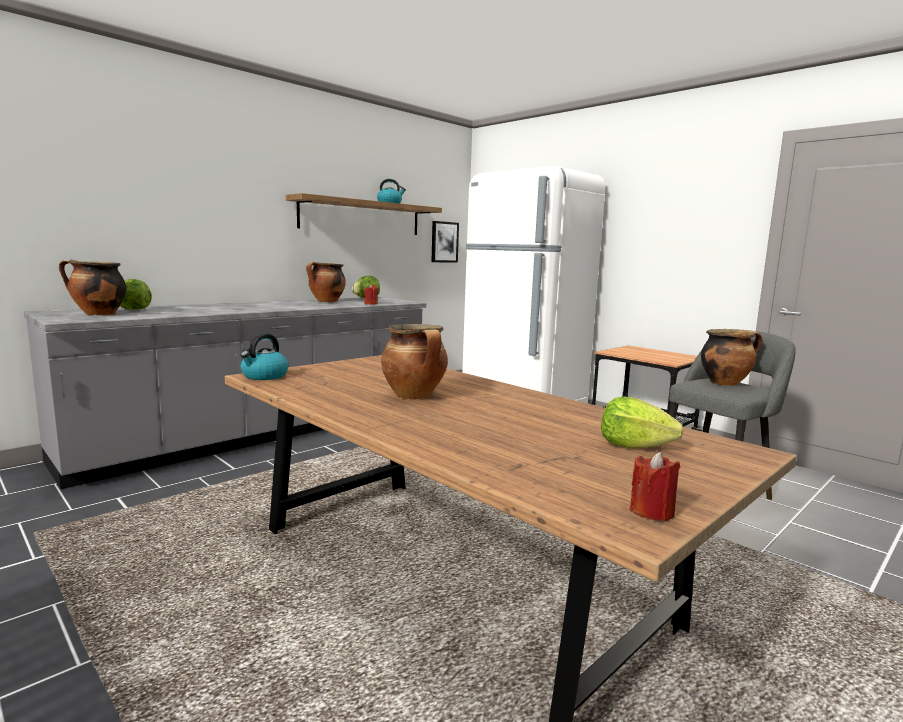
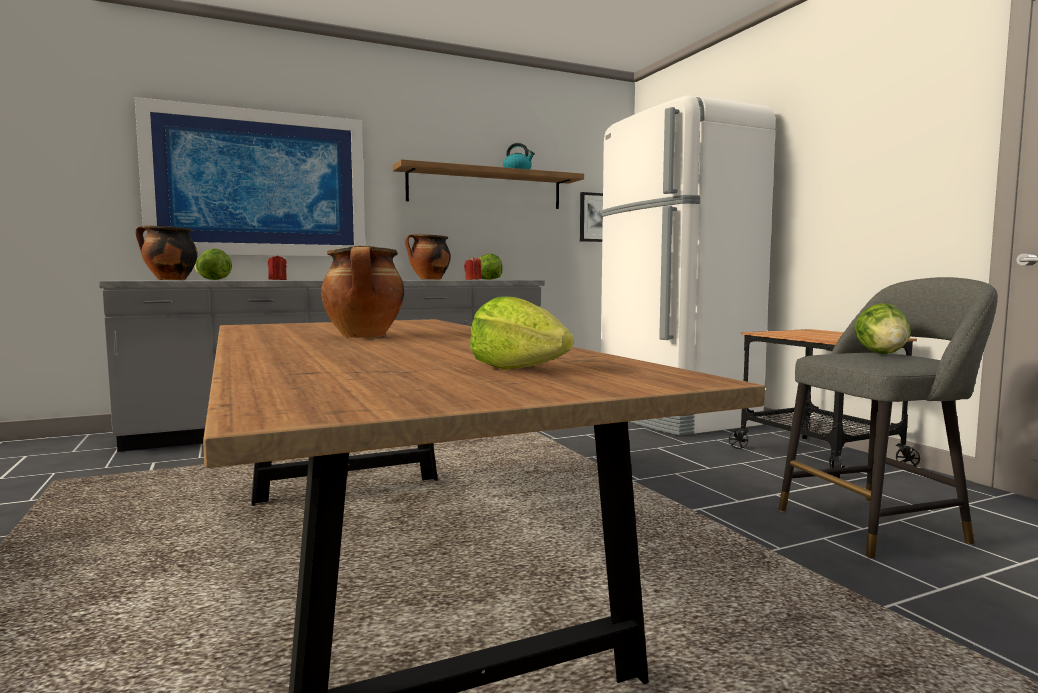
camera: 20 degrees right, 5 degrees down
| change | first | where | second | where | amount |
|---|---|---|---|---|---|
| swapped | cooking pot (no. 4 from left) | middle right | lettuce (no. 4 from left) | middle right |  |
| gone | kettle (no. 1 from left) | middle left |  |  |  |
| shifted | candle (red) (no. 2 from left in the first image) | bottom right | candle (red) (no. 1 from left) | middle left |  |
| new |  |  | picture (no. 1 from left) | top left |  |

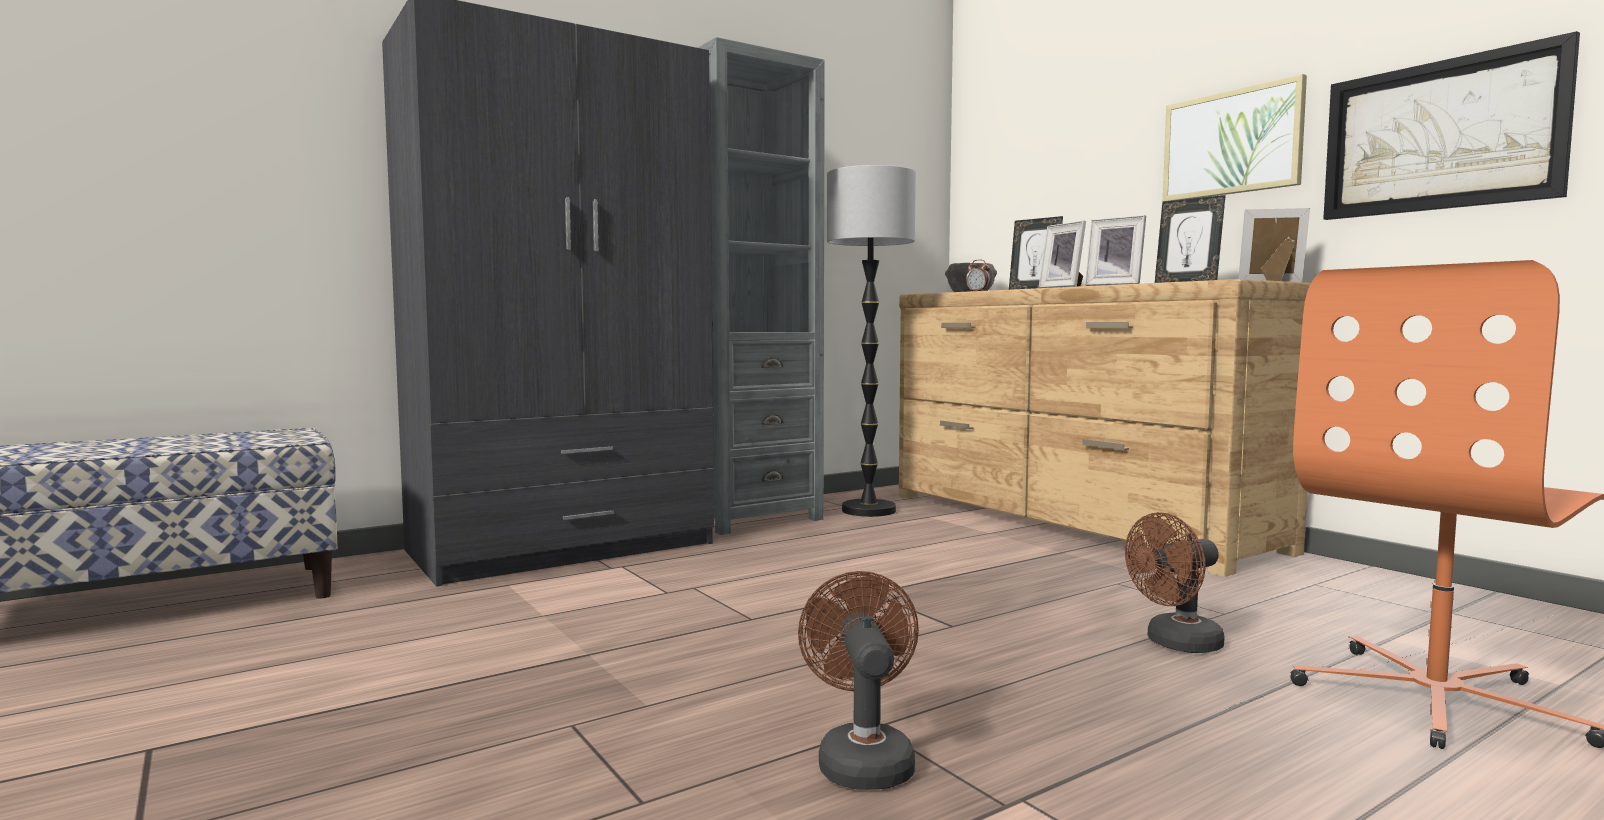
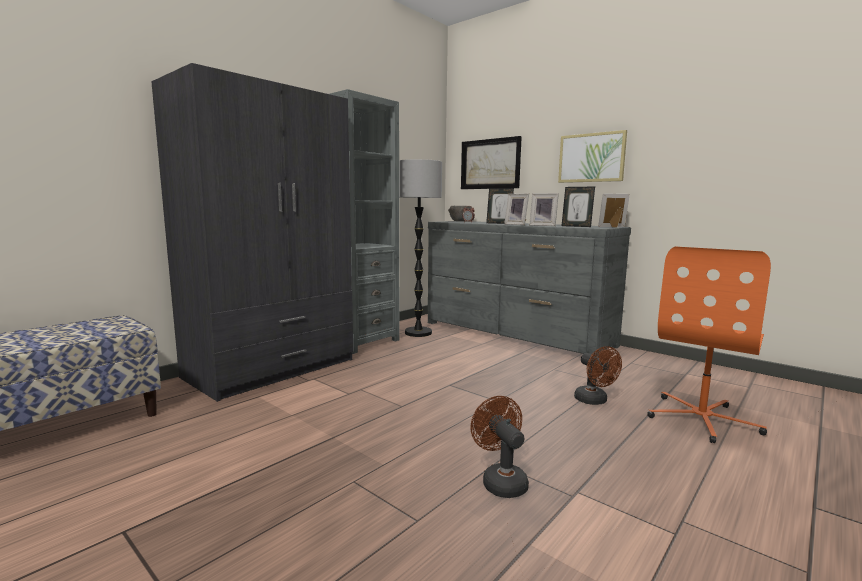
camera: 15 degrees left, 5 degrees up
| change | first | where | second | where | amount |
|---|---|---|---|---|---|
| shifted | picture (no. 2 from left in the first image) | top right | picture (no. 1 from left) | top centre |  |
| repainted | dresser (brown) | middle right | dresser (grey) | centre |  |
| rotated | fan (brown) (no. 2 from left) | bottom right |  | middle right | 75 degrees counterclockwise |

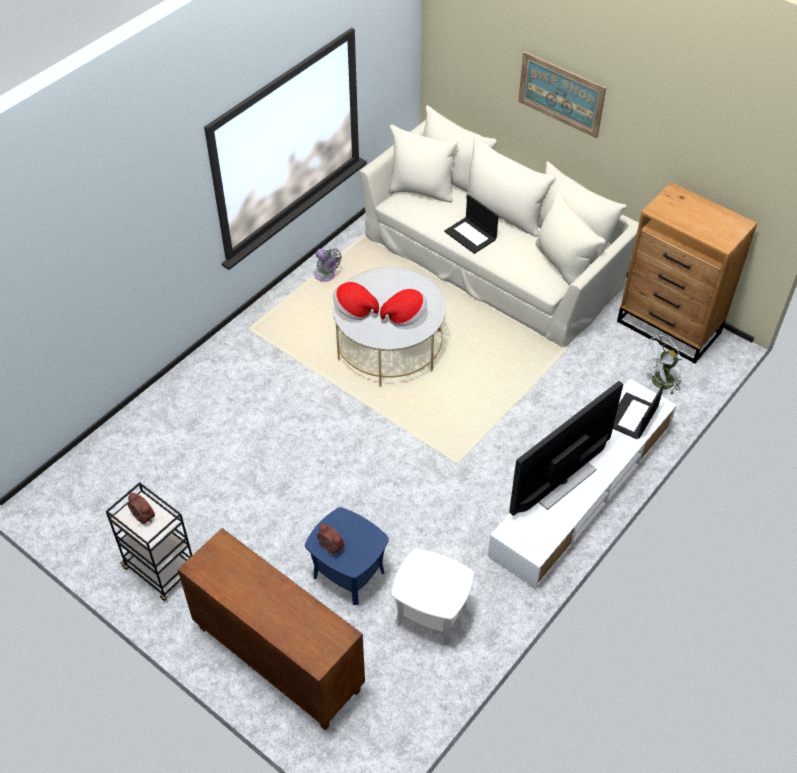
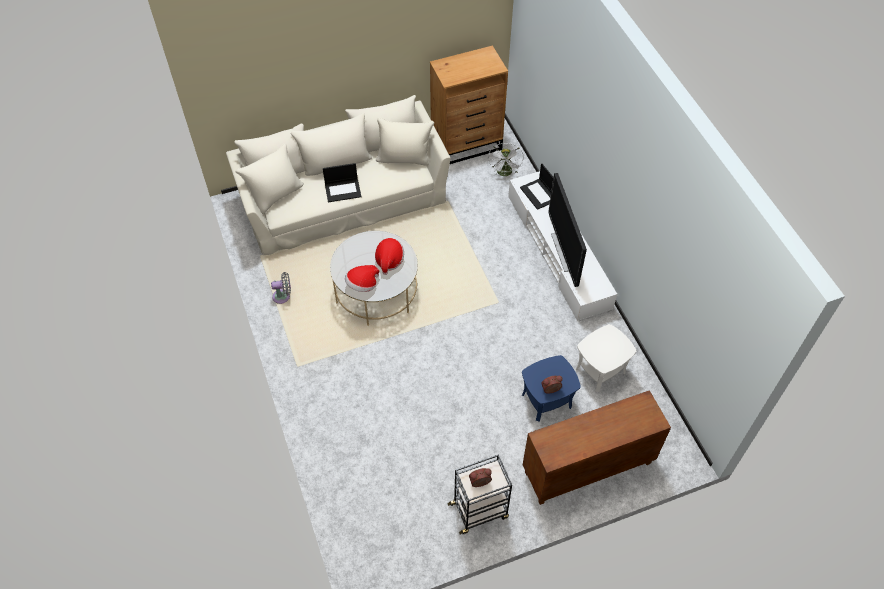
camera: 60 degrees left, 5 degrees up
| change | first | where | second | where | amount |
|---|---|---|---|---|---|
| gone | picture | top right |  |  |  |

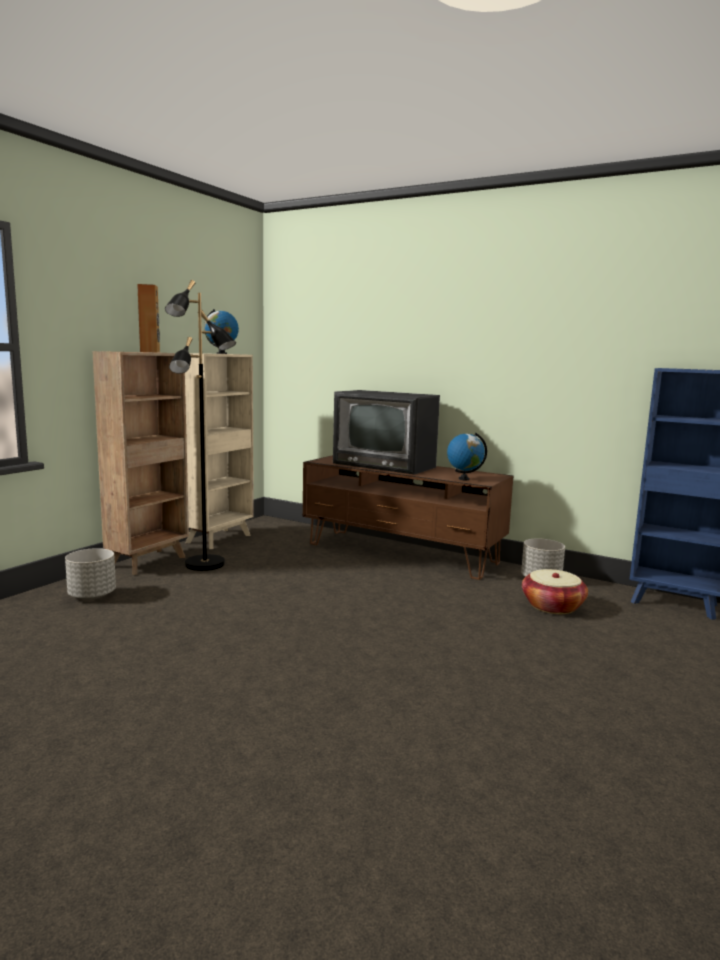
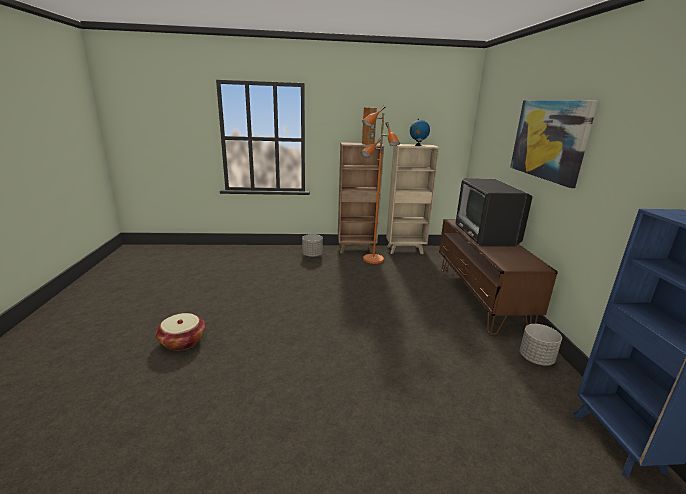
camera: 55 degrees right, 10 degrees up
| change | first | where | second | where | amount |
|---|---|---|---|---|---|
| repainted | floor lamp (black) | middle left | floor lamp (orange) | centre |  |
| gone | globe (no. 2 from left) | centre |  |  |  |
| shifted | basket | middle right |  | bottom left |  |
| new |  |  | picture | top right |  |

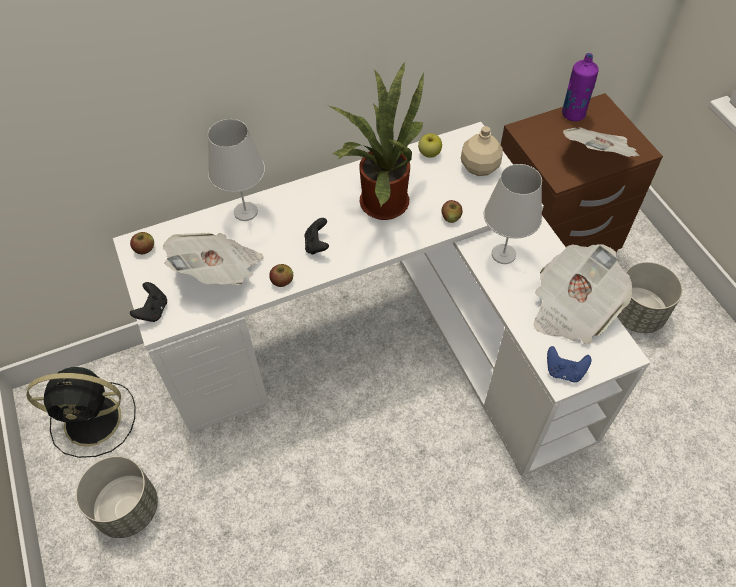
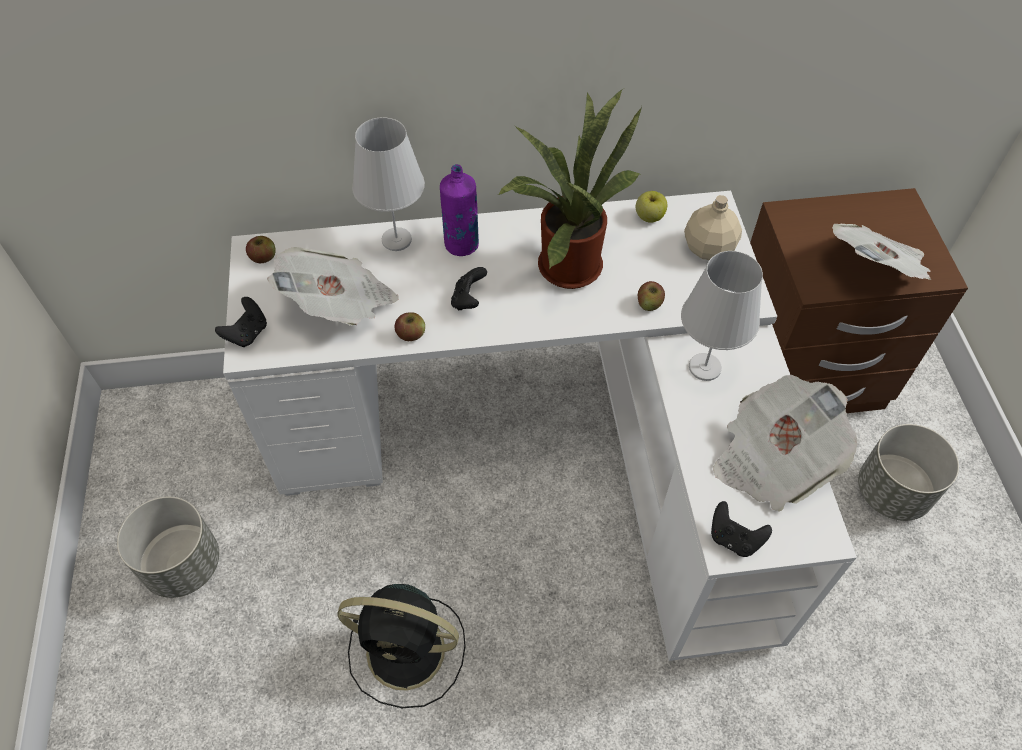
camera: 15 degrees right, 0 degrees up
| change | first | where | second | where | amount |
|---|---|---|---|---|---|
| shifted | bottle (purple) | top right |  | top centre |  |
| repainted | game controller (blue) | middle right | game controller (black) (no. 3 from left) | bottom right |  |
| shifted | fan (black) | bottom left |  | bottom centre |  |

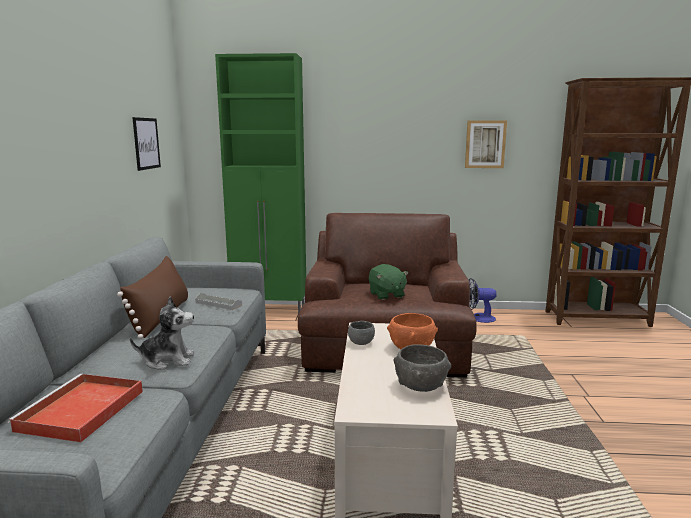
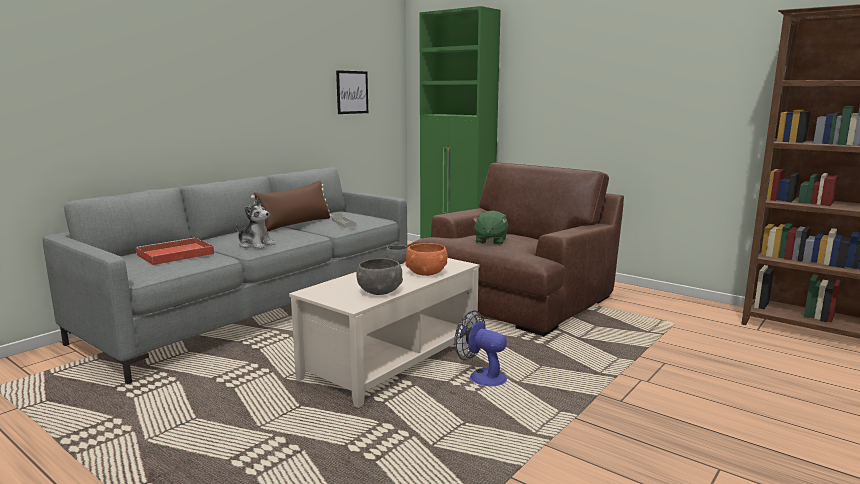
camera: 35 degrees right, 0 degrees up
| change | first | where | second | where | amount |
|---|---|---|---|---|---|
| gone | picture (no. 2 from left) | top right |  |  |  |
| shifted | fan | middle right |  | bottom centre |  |

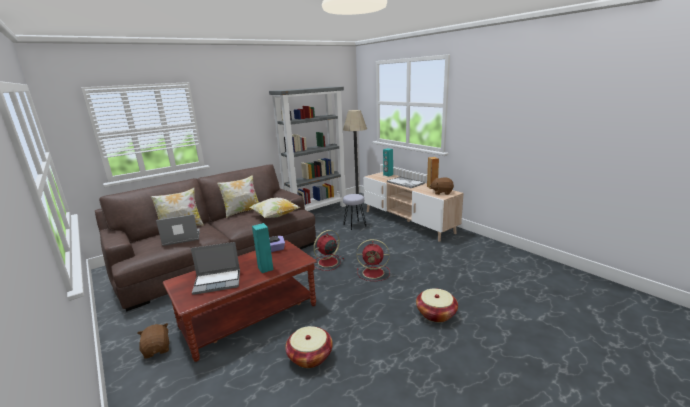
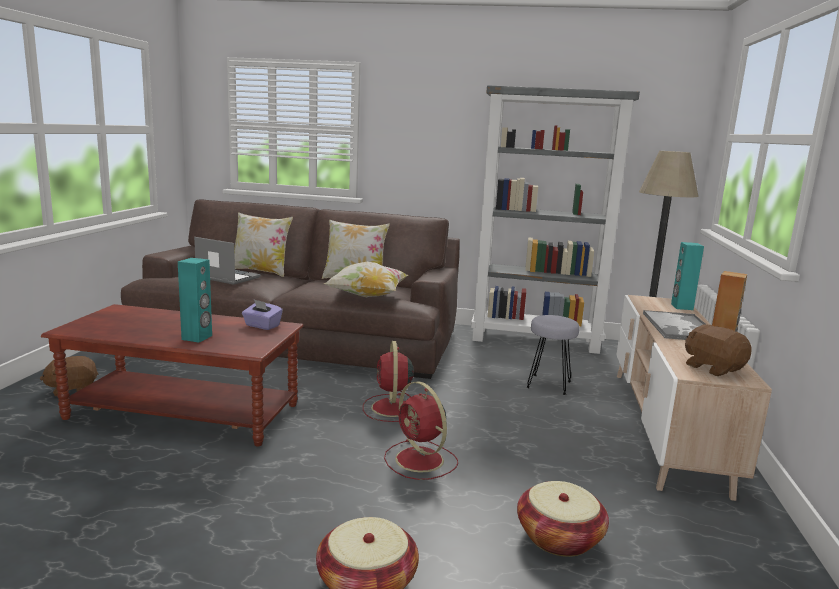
camera: 45 degrees right, 5 degrees down
| change | first | where | second | where | amount |
|---|---|---|---|---|---|
| rotated | fan (red) (no. 1 from left) | centre |  | centre | 105 degrees counterclockwise |
| gone | laptop (no. 2 from left) | middle left |  |  |  |
| rotated | plush toy (brown) (no. 1 from left) | bottom left |  | middle left | 135 degrees counterclockwise |
| shifted | basket (no. 1 from left in the first image) | bottom centre | basket (no. 2 from left) | bottom right |  |

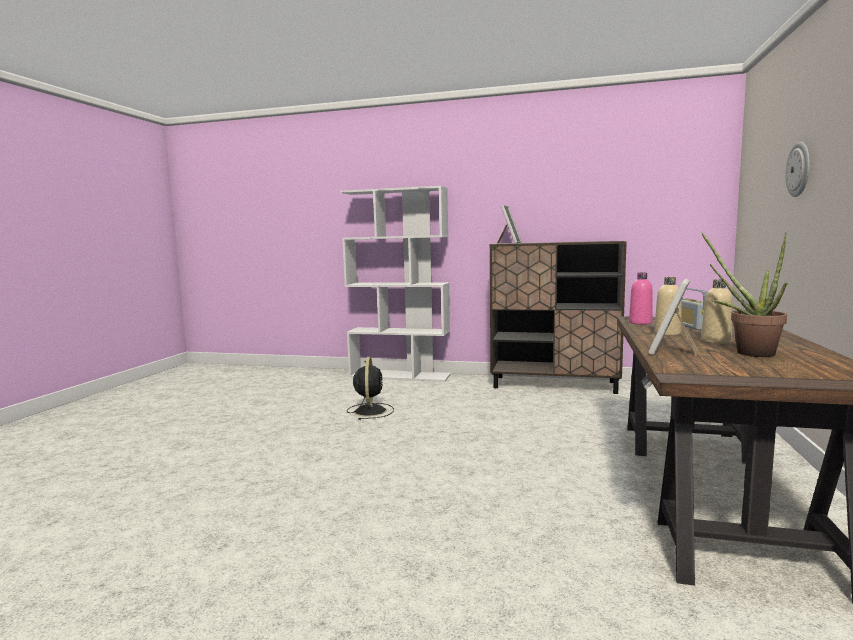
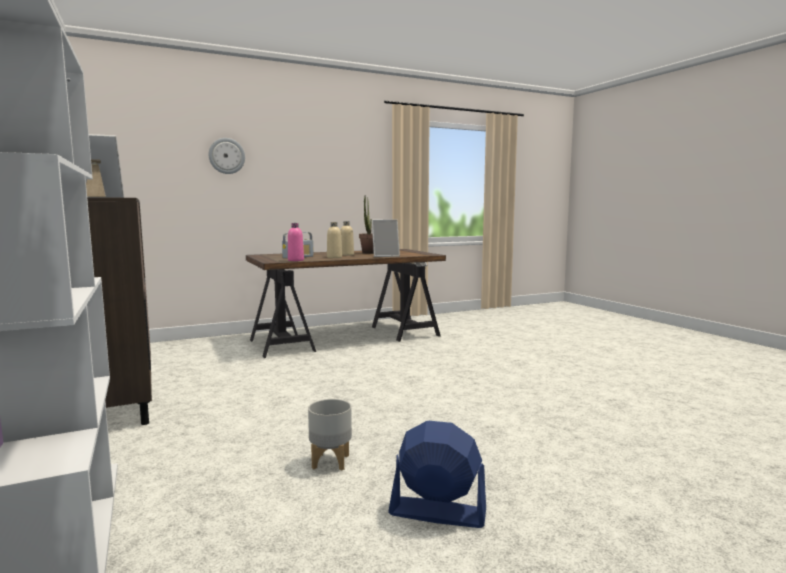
camera: 130 degrees left, 0 degrees up
| change | first | where | second | where | amount |
|---|---|---|---|---|---|
| swapped | fan (black) | centre | planter (grey) | bottom centre |  |
| new |  |  | fan (blue) | bottom centre |  |

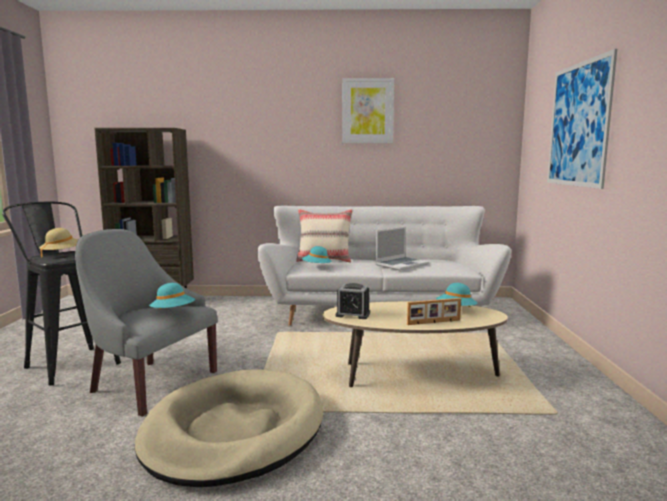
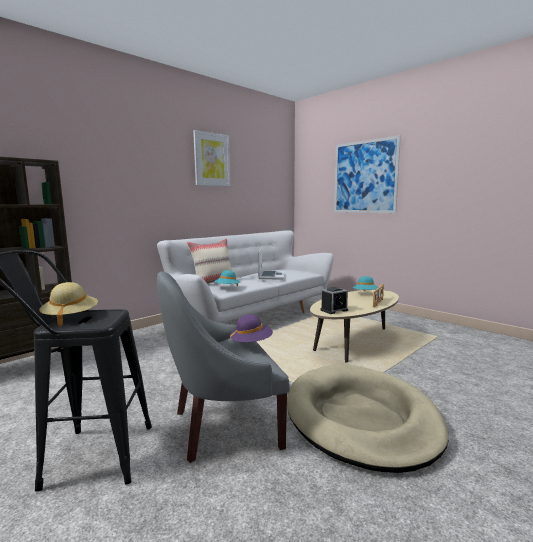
camera: 45 degrees left, 0 degrees up
| change | first | where | second | where | amount |
|---|---|---|---|---|---|
| repainted | hat (turquoise) (no. 1 from left) | middle left | hat (purple) | centre |  |

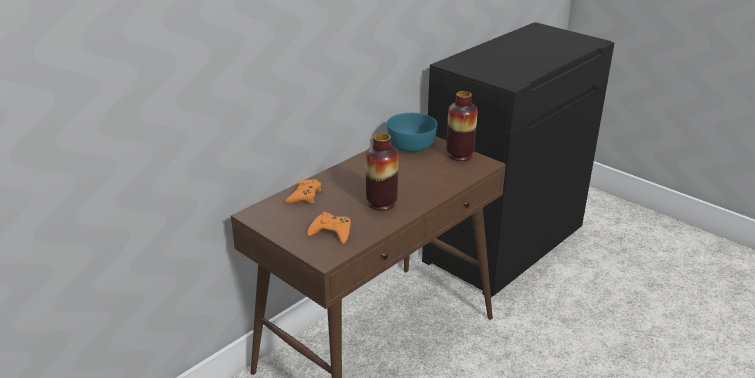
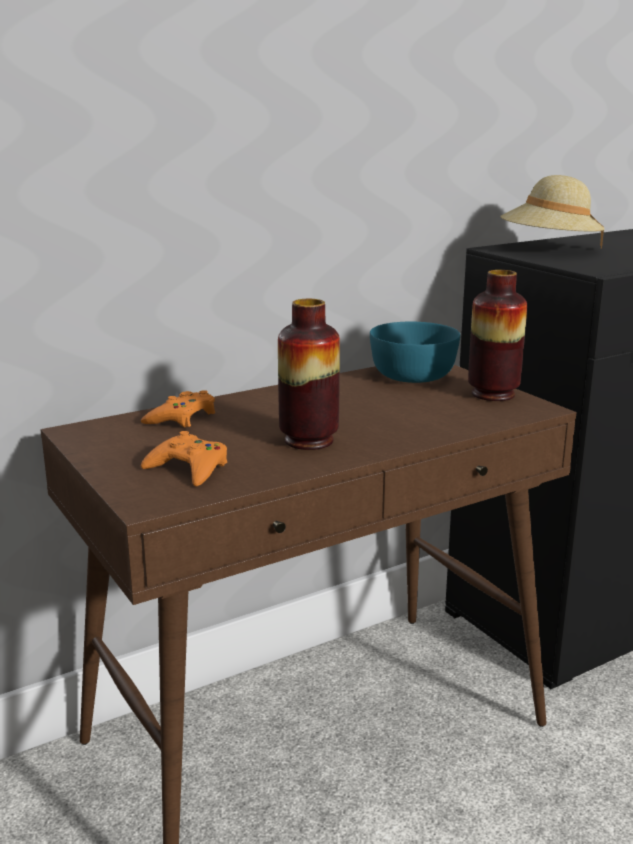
camera: 15 degrees right, 10 degrees down
| change | first | where | second | where | amount |
|---|---|---|---|---|---|
| new |  |  | hat (beige) | top right |  |

